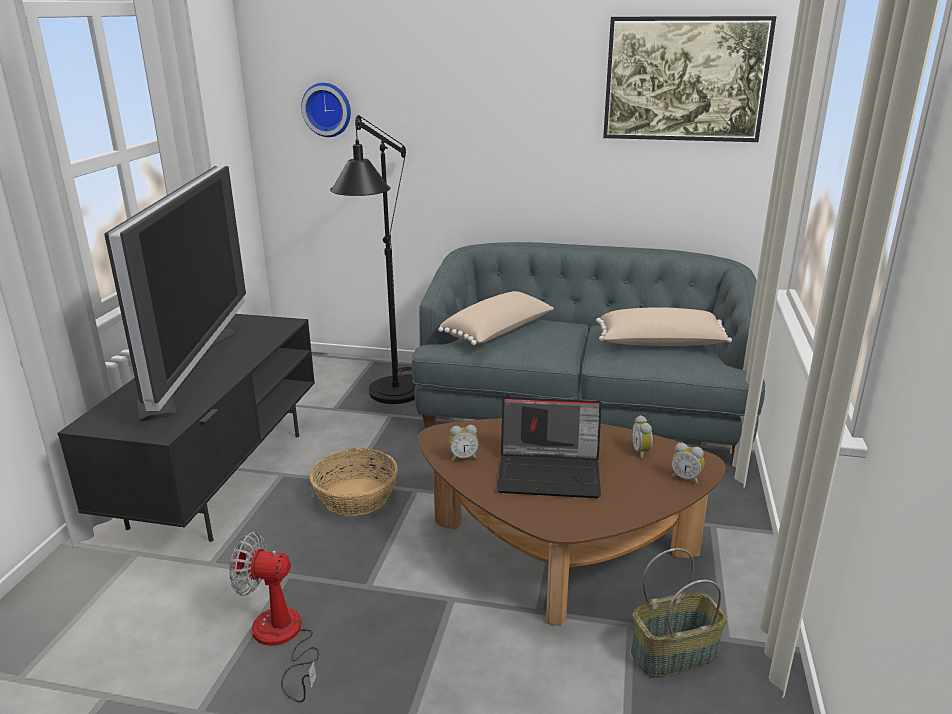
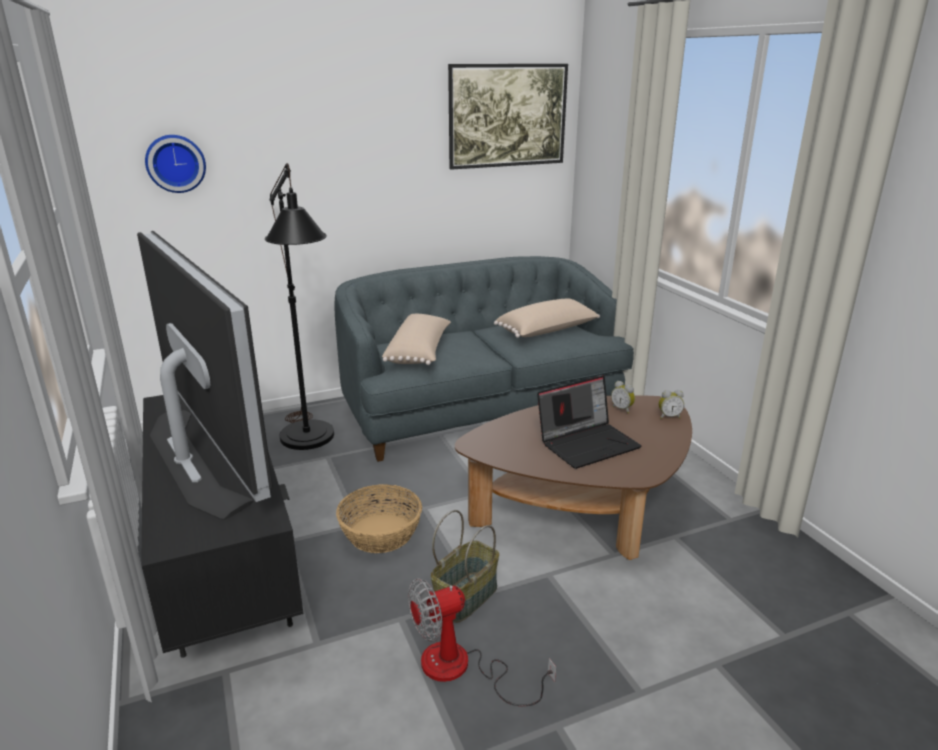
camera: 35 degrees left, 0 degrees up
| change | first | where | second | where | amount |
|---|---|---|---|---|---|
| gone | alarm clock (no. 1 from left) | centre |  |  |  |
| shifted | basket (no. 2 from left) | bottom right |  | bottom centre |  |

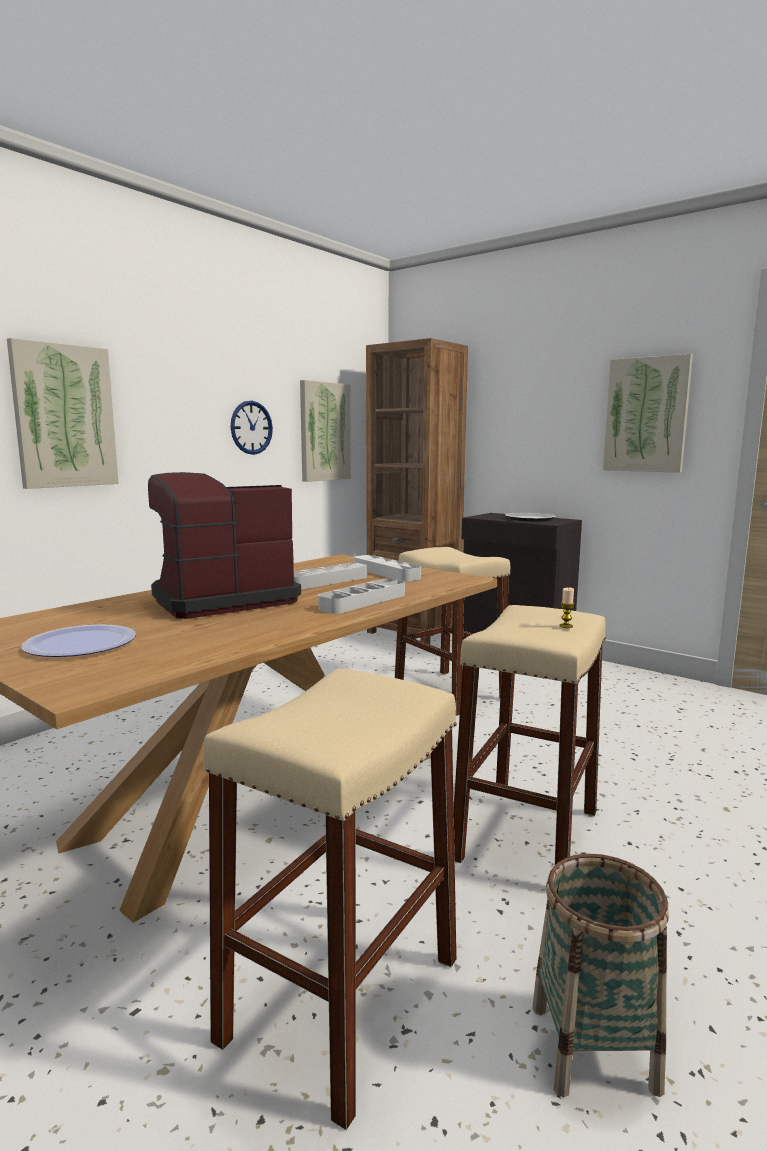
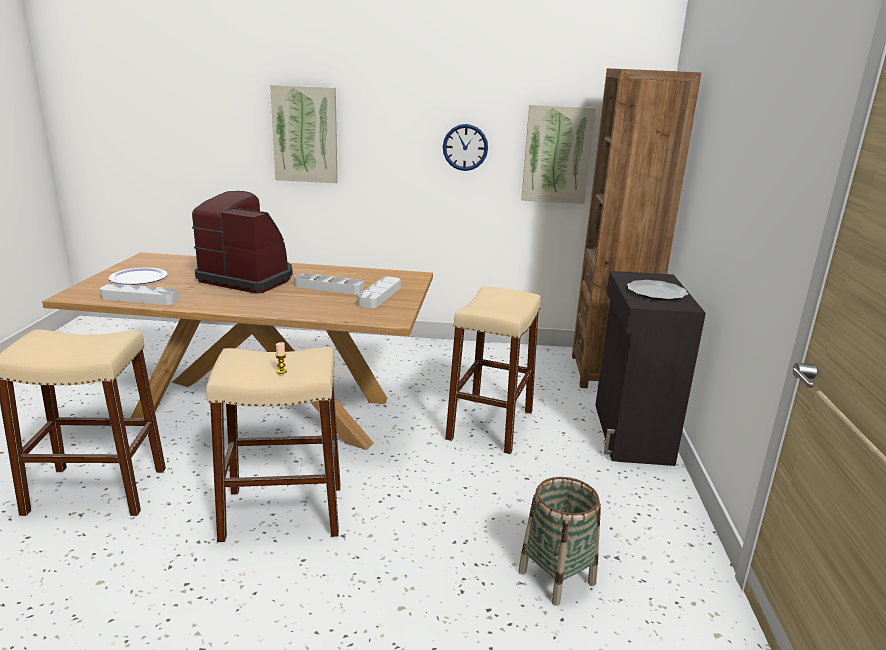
camera: 55 degrees right, 10 degrees up
| change | first | where | second | where | amount |
|---|---|---|---|---|---|
| gone | picture (no. 3 from left) | middle right |  |  |  |
| shifted | tray (grey) (no. 2 from left in the first image) | centre | tray (grey) (no. 1 from left) | middle left |  |
| shifted | basket | bottom right |  | bottom centre |  |

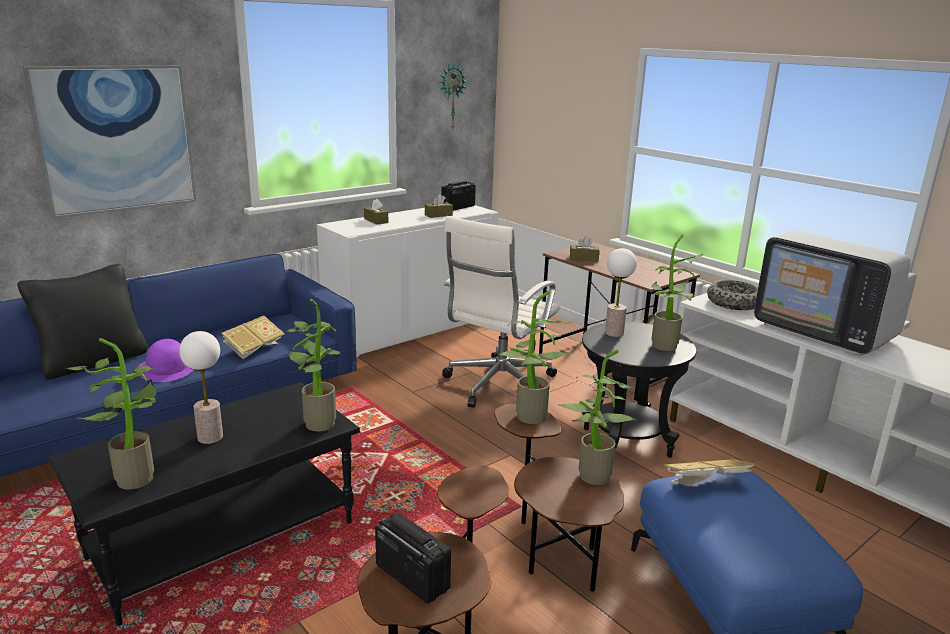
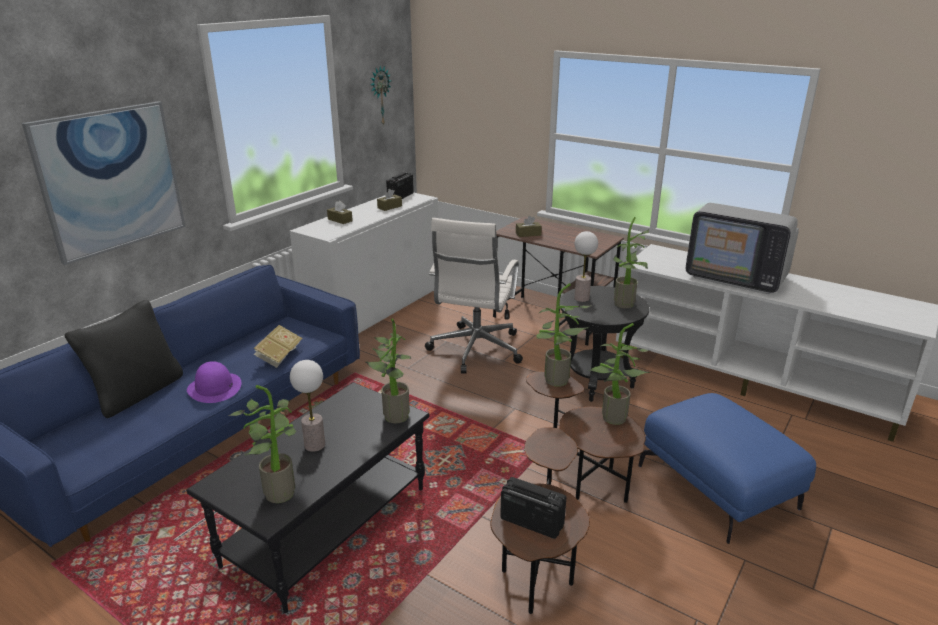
camera: 15 degrees left, 5 degrees up
| change | first | where | second | where | amount |
|---|---|---|---|---|---|
| gone | bowl | middle right |  |  |  |
| gone | book (no. 2 from left) | bottom right |  |  |  |

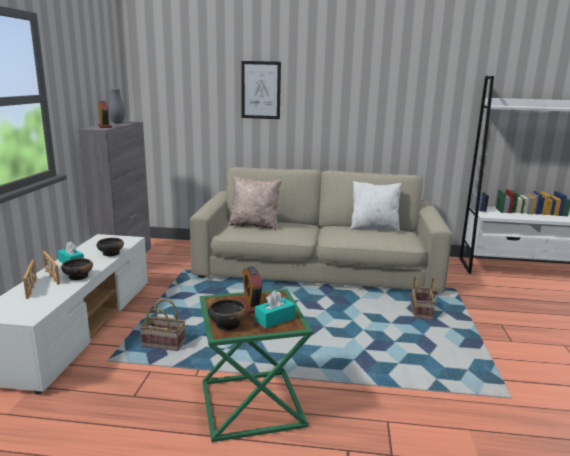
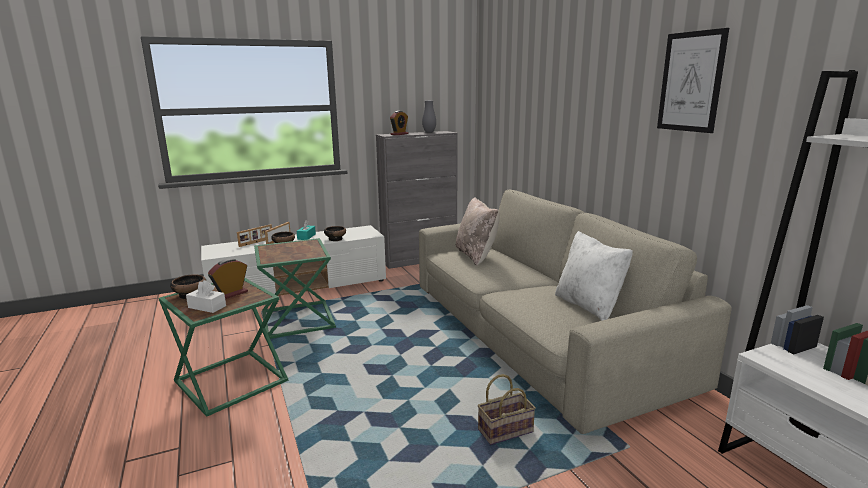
camera: 60 degrees right, 0 degrees up
| change | first | where | second | where | amount |
|---|---|---|---|---|---|
| shifted | picture | top centre |  | top right |  |
| repainted | tissue box (turquoise) (no. 2 from left) | bottom centre | tissue box (white) | middle left |  |
| swapped | basket (no. 1 from left) | bottom left | side table (green) (no. 2 from left) | centre |  |

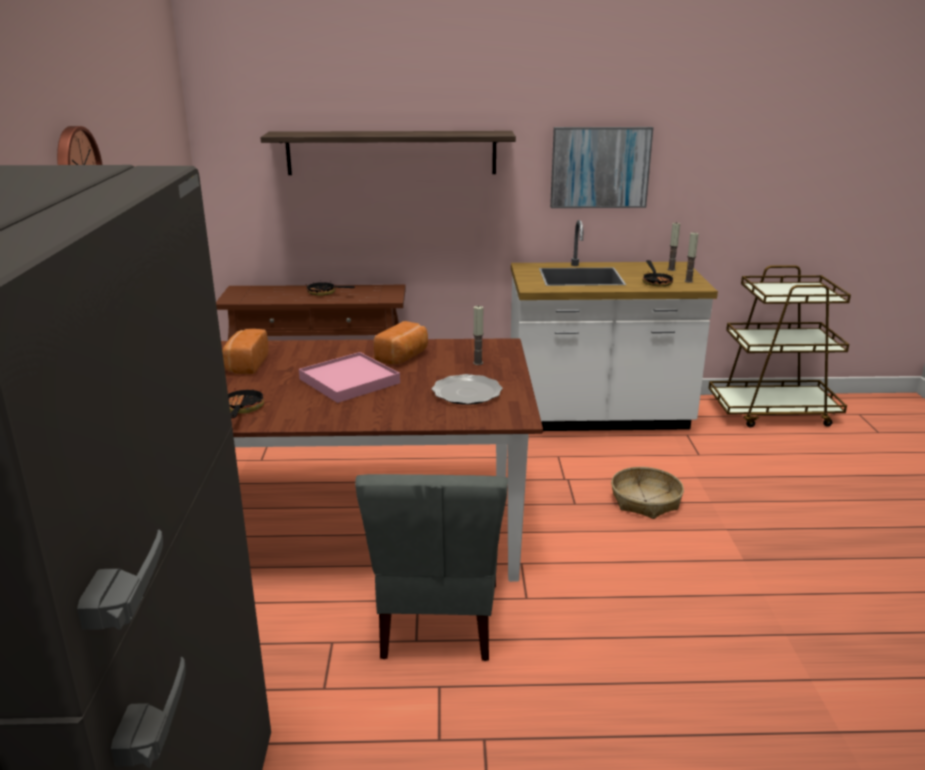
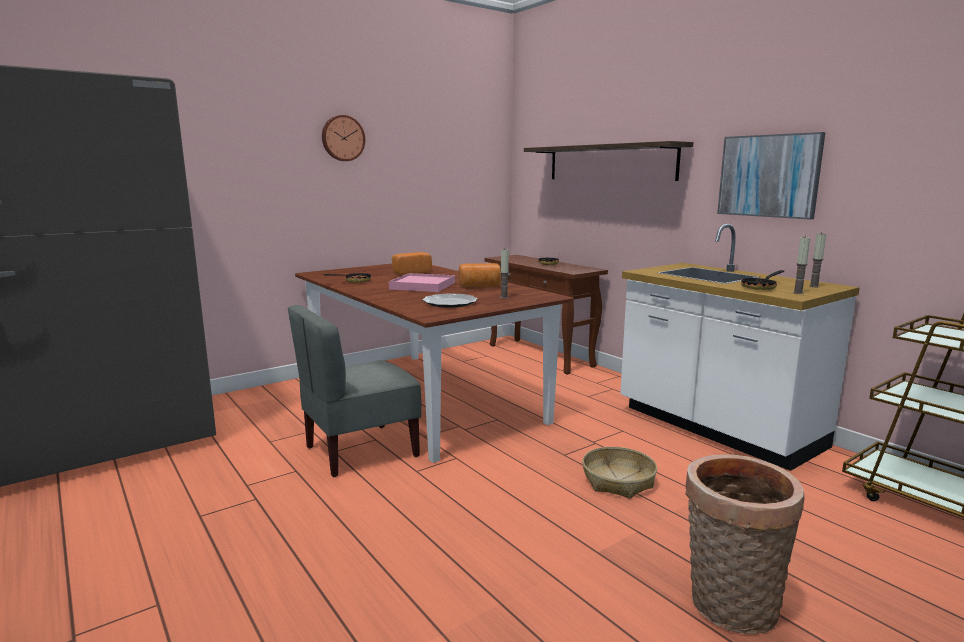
camera: 55 degrees right, 10 degrees down
| change | first | where | second | where | amount |
|---|---|---|---|---|---|
| new |  |  | basket (no. 2 from left) | bottom right |  |

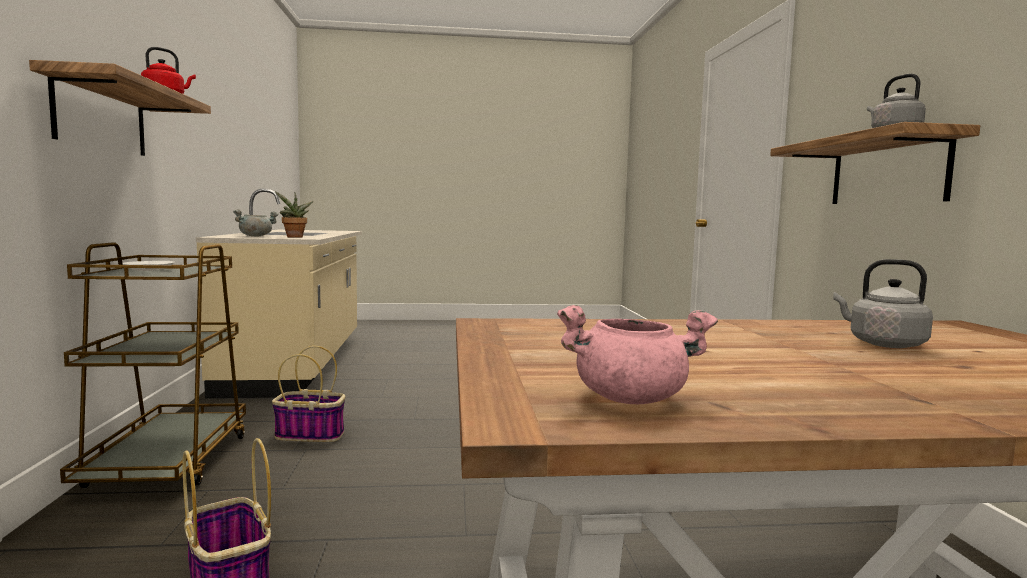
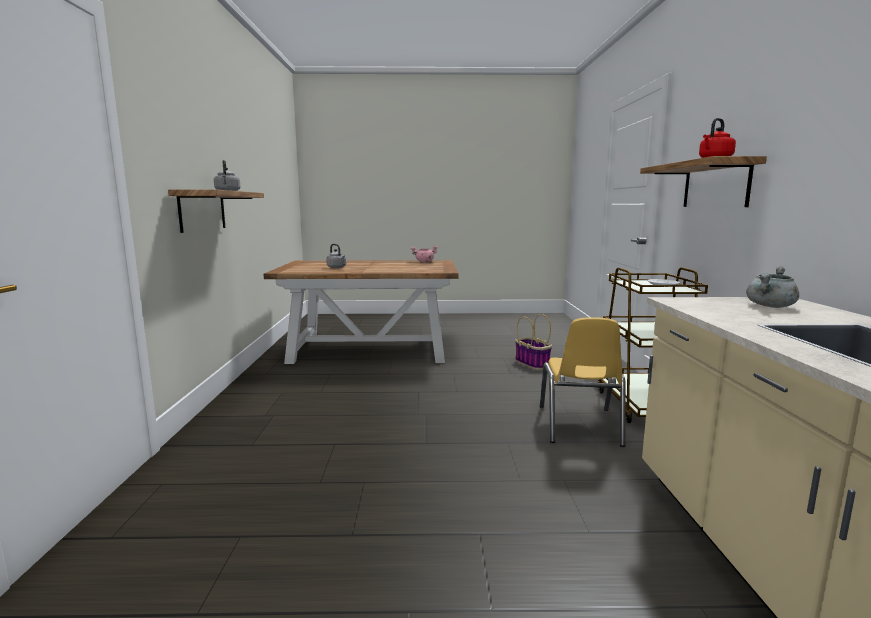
camera: 175 degrees left, 5 degrees up
| change | first | where | second | where | amount |
|---|---|---|---|---|---|
| gone | potted plant | middle left |  |  |  |
| swapped | basket (no. 2 from left) | bottom left | chair (yellow) | middle right |  |

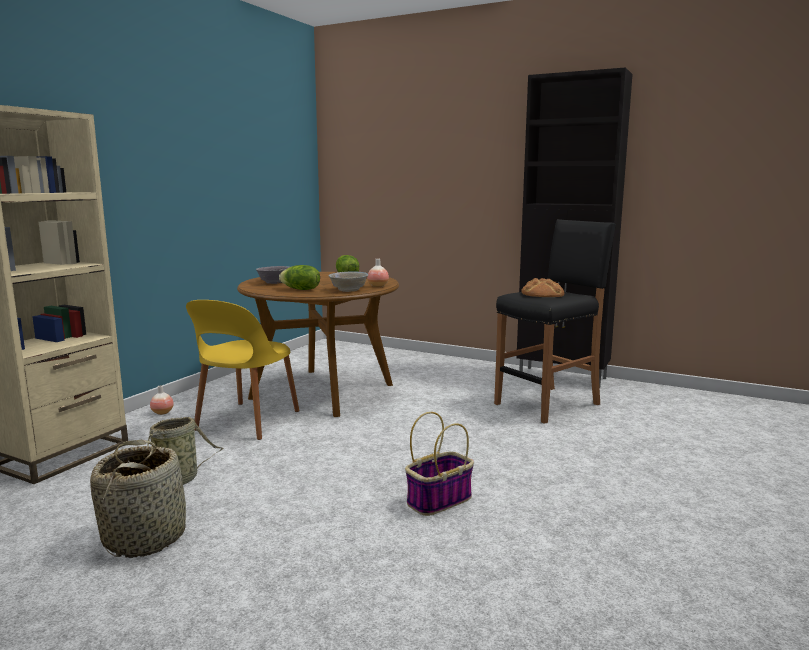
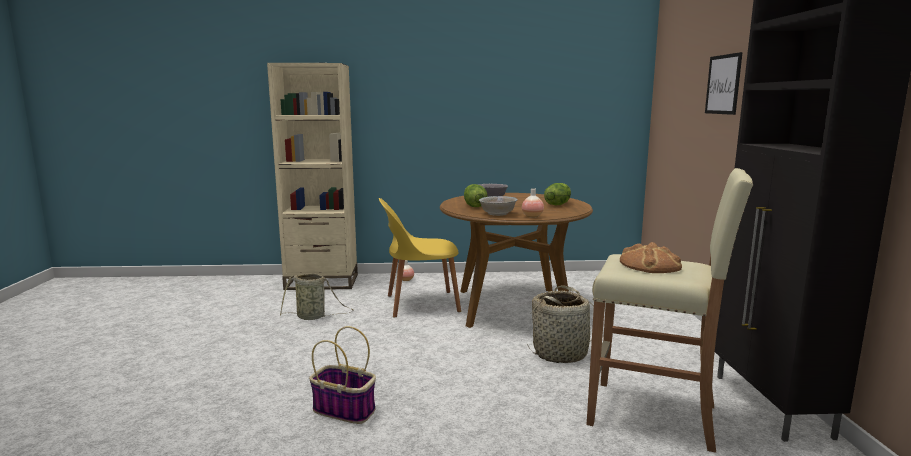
camera: 60 degrees right, 0 degrees up
| change | first | where | second | where | amount |
|---|---|---|---|---|---|
| repainted | stool (black) | middle right | stool (beige) | bottom right |  |
| shifted | basket (no. 1 from left in the first image) | bottom left | basket (no. 3 from left) | bottom centre |  |
| new |  |  | picture | top right |  |

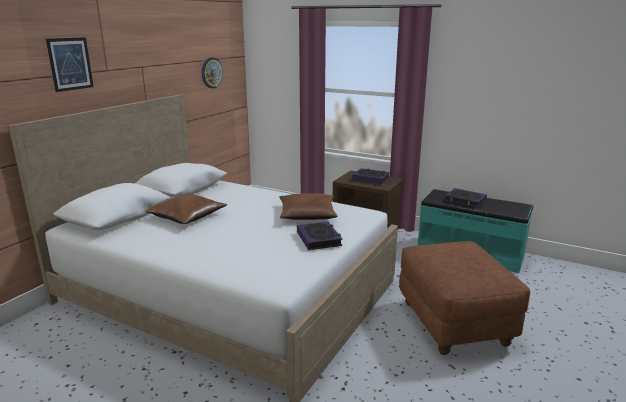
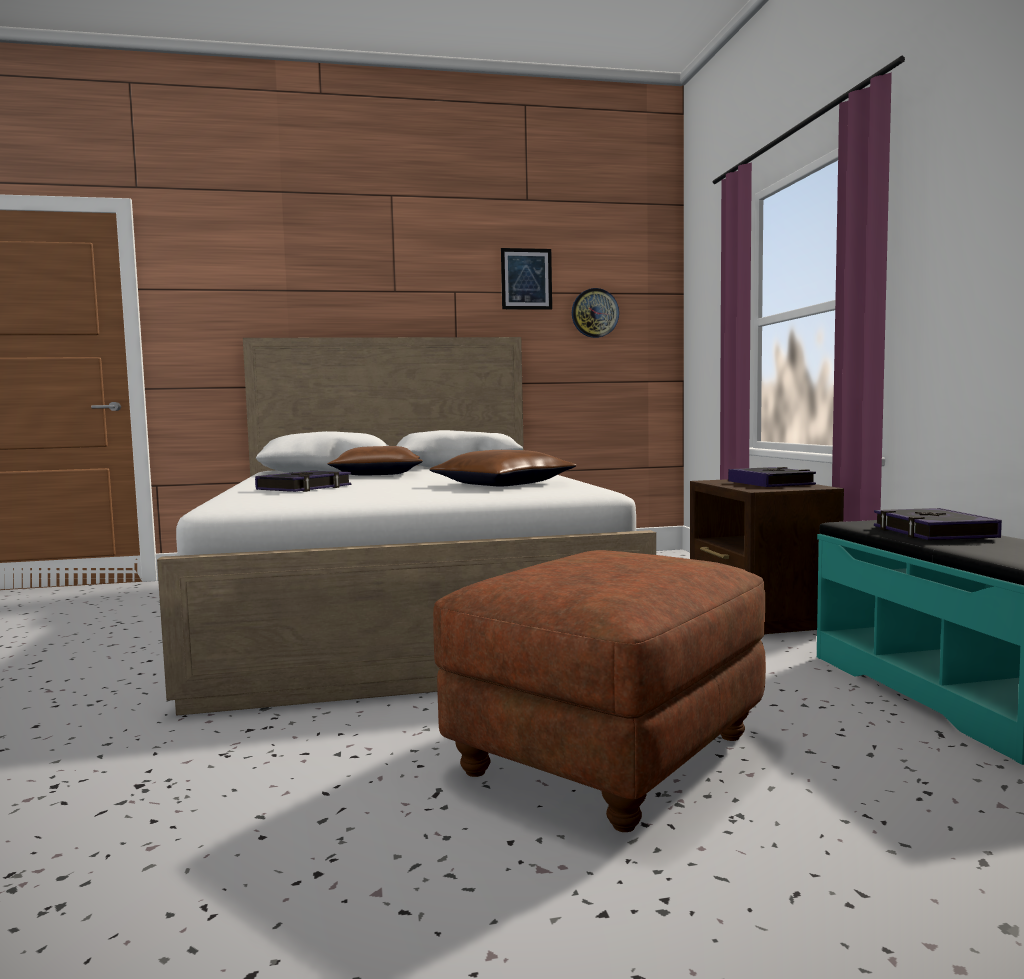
camera: 50 degrees right, 15 degrees down
| change | first | where | second | where | amount |
|---|---|---|---|---|---|
| shifted | picture | top left |  | top centre |  |
| shifted | book (no. 1 from left) | centre |  | middle left |  |

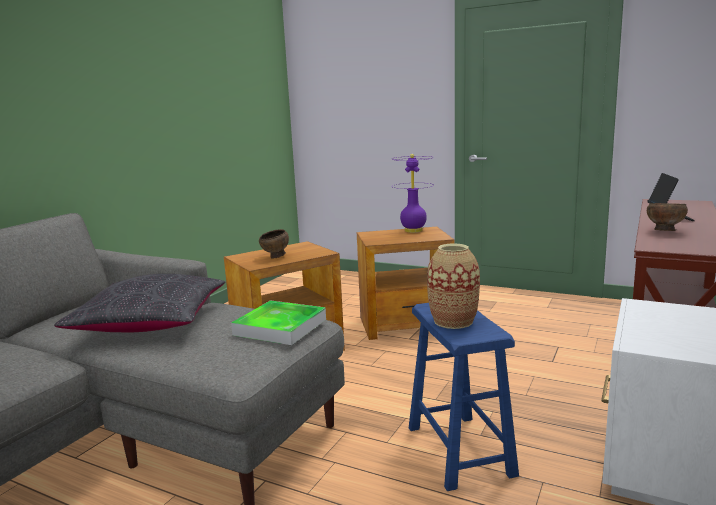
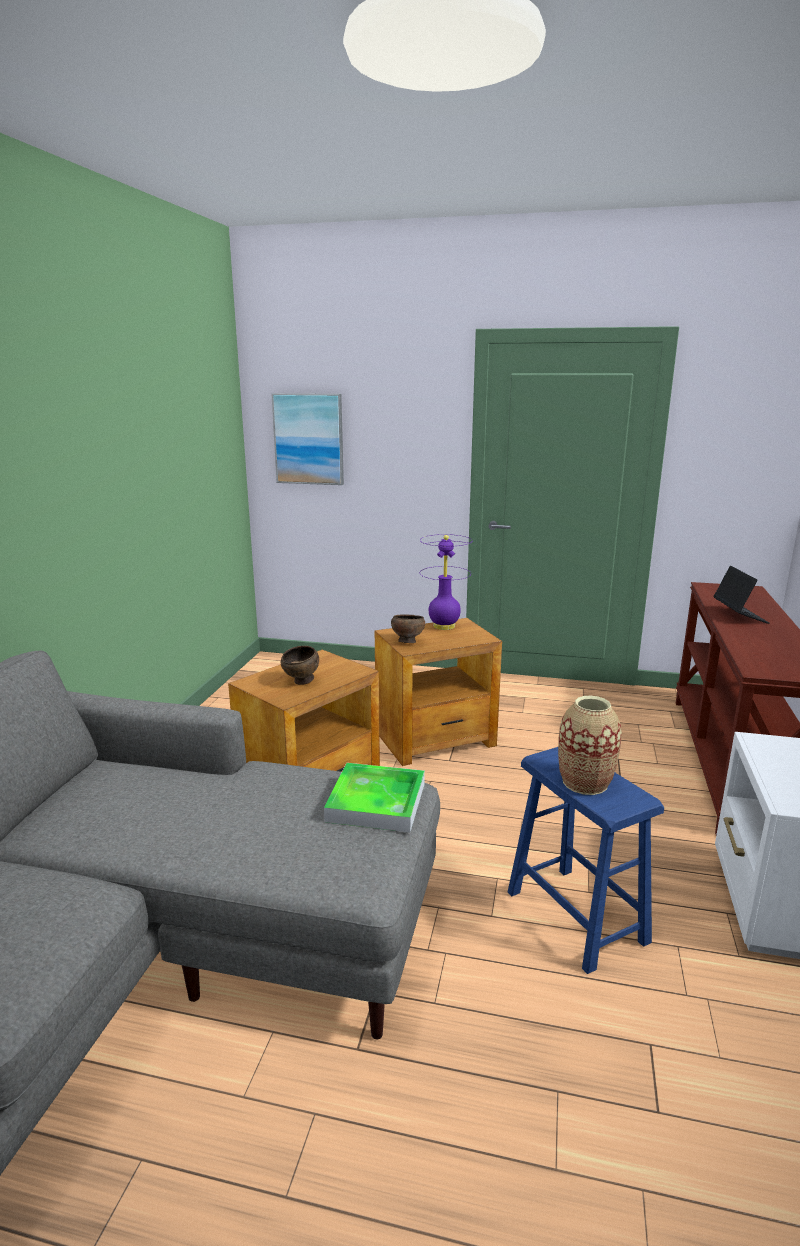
camera: 15 degrees left, 5 degrees up
| change | first | where | second | where | amount |
|---|---|---|---|---|---|
| shifted | bowl (brown) (no. 2 from left) | middle right |  | centre |  |
| gone | pillow (black) | middle left |  |  |  |
| new |  |  | picture | centre |  |

